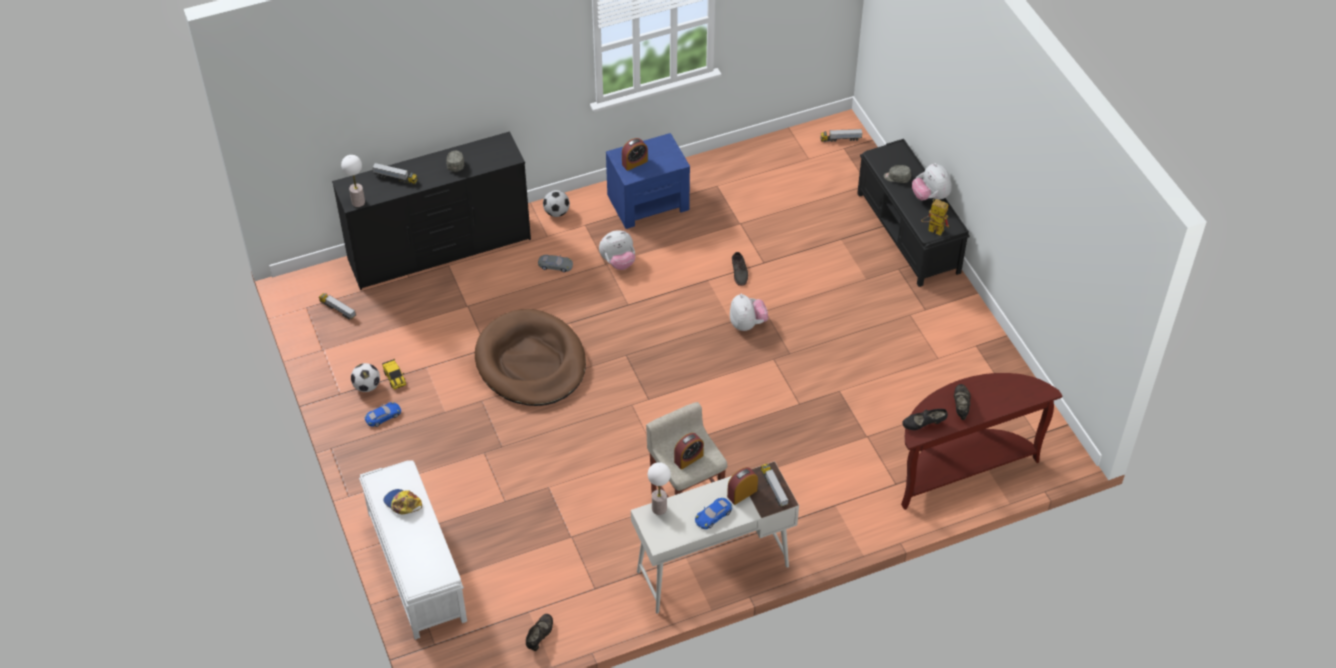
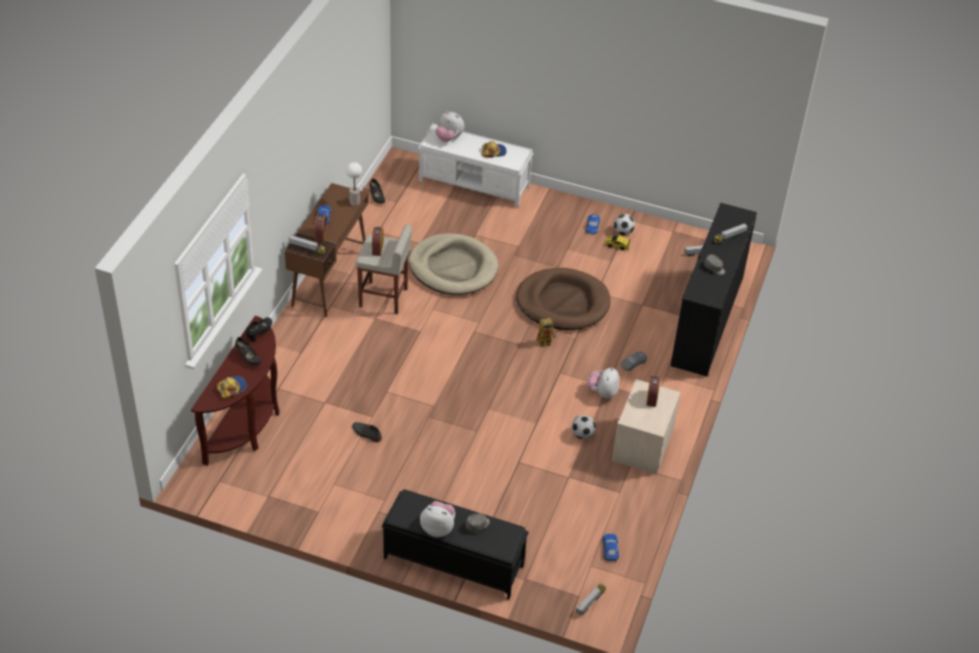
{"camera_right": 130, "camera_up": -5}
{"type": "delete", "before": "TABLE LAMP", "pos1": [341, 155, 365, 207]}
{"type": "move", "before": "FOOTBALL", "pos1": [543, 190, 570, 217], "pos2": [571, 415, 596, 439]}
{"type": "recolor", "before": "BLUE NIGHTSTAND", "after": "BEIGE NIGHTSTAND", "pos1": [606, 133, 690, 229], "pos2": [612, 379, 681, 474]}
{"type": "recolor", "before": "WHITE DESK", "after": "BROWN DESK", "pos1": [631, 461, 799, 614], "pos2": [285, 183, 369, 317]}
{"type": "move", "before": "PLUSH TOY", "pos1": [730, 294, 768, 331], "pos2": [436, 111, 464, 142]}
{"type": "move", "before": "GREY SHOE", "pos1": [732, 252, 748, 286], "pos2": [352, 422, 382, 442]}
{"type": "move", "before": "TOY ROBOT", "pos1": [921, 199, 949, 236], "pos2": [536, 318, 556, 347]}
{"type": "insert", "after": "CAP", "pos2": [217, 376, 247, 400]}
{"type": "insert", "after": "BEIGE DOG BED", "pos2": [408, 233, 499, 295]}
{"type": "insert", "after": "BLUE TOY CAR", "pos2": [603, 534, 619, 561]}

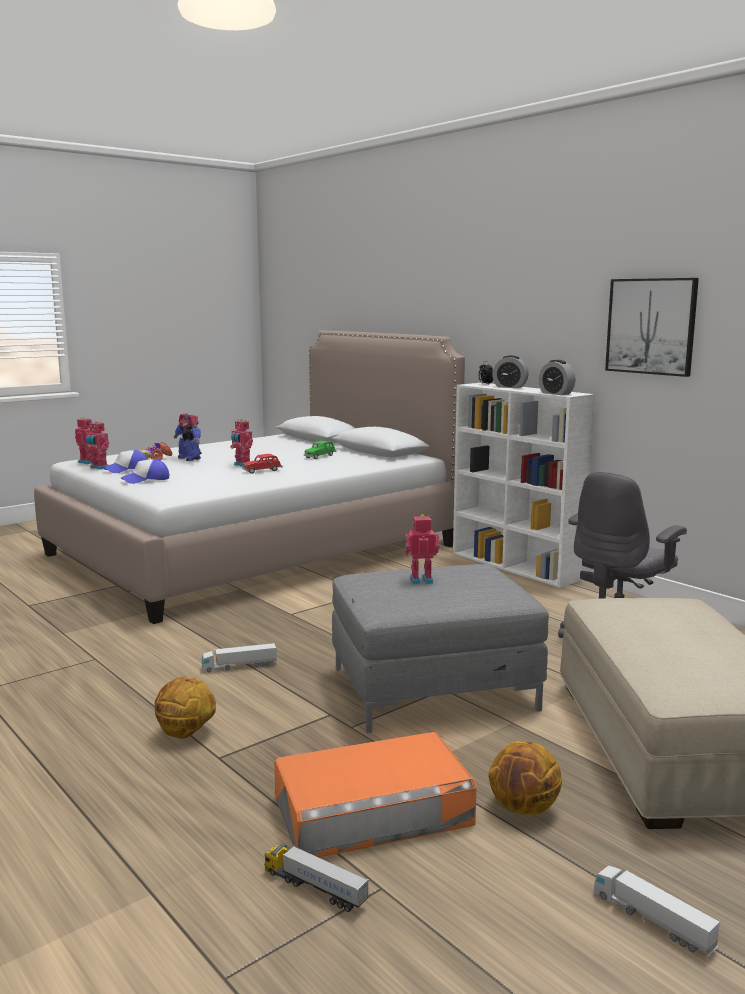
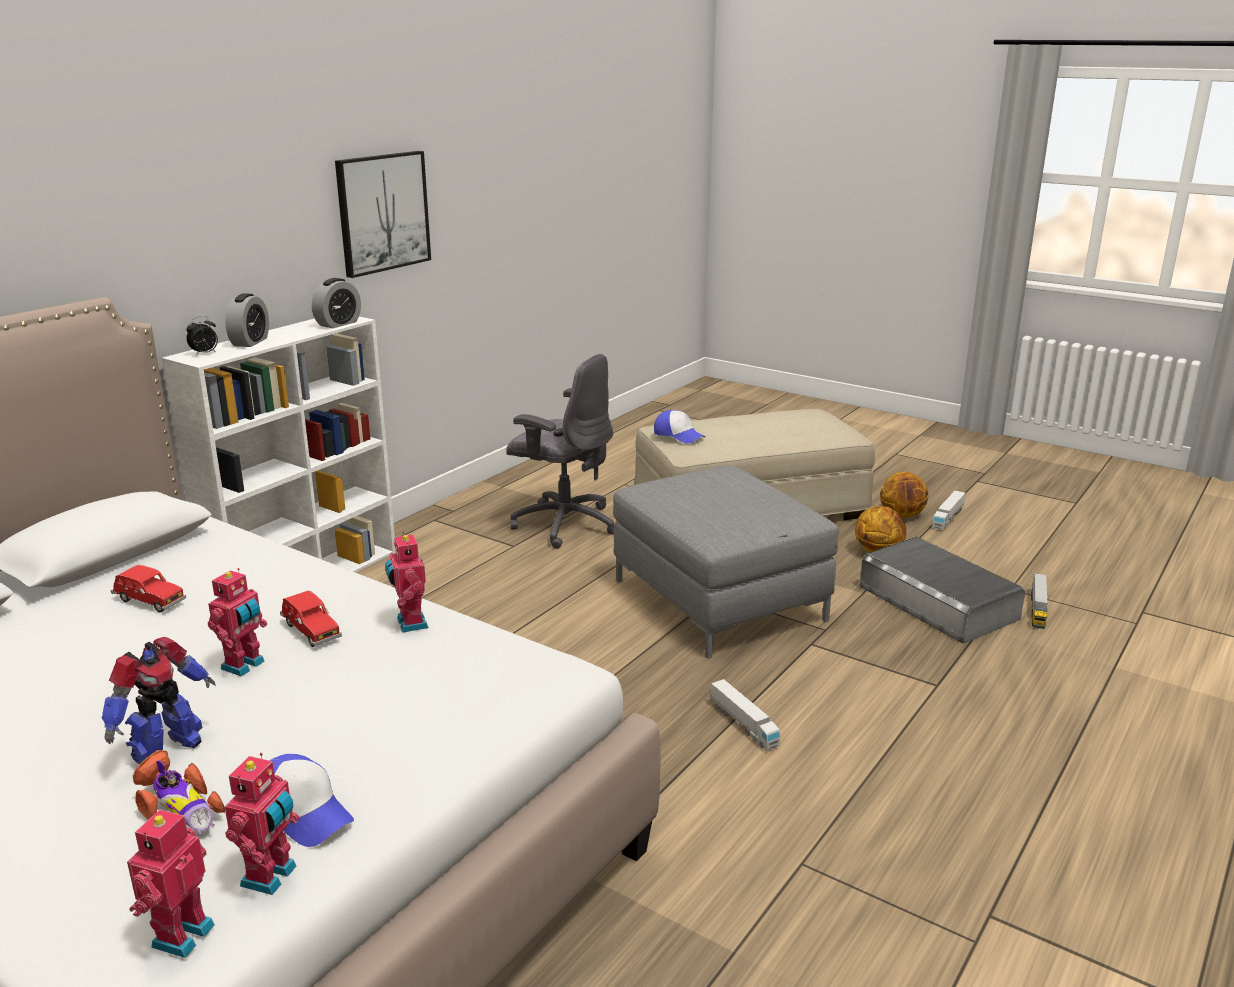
{"camera_right": -105, "camera_up": 10}
{"type": "move", "before": "CAP", "pos1": [121, 459, 169, 484], "pos2": [654, 410, 705, 444]}
{"type": "move", "before": "BASKETBALL", "pos1": [154, 677, 216, 739], "pos2": [880, 472, 928, 518]}
{"type": "recolor", "before": "ORANGE STORAGE BOX", "after": "GREY STORAGE BOX", "pos1": [274, 732, 477, 858], "pos2": [860, 537, 1025, 644]}
{"type": "recolor", "before": "GREEN TOY CAR", "after": "RED TOY CAR", "pos1": [304, 441, 336, 459], "pos2": [111, 565, 186, 613]}
{"type": "move", "before": "TOY ROBOT", "pos1": [405, 515, 440, 584], "pos2": [385, 532, 429, 633]}

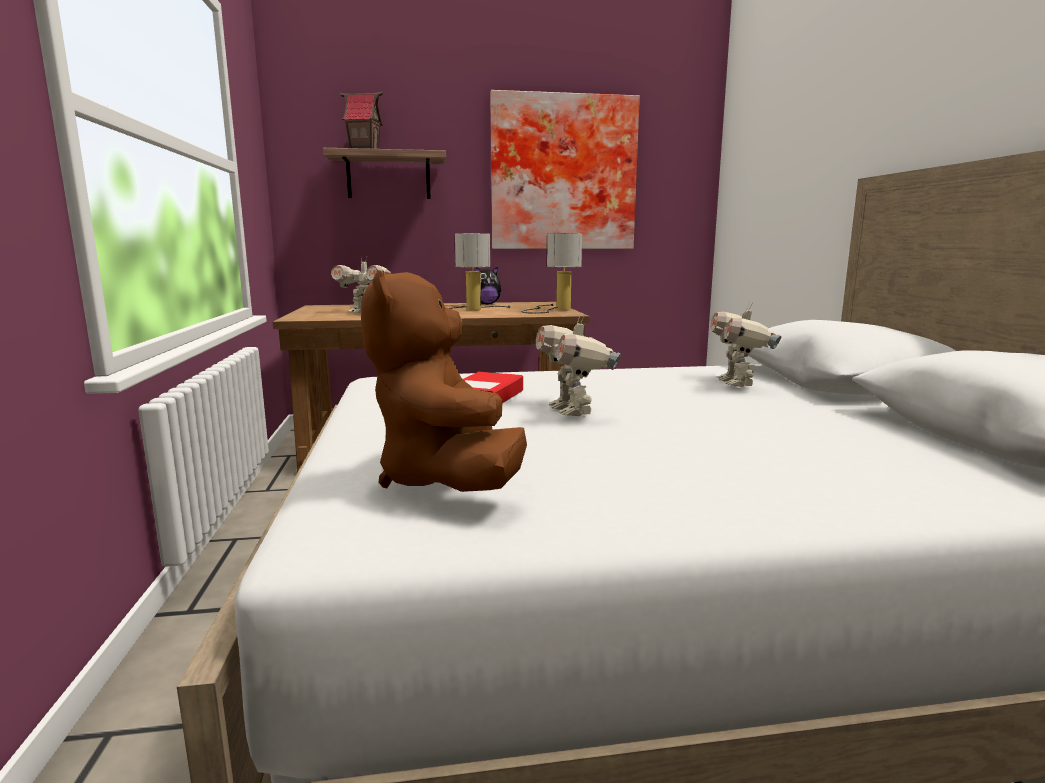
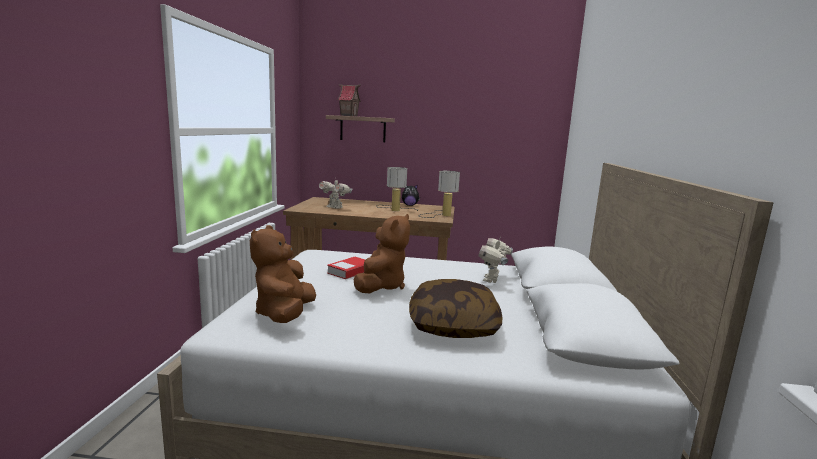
{"camera_right": 15, "camera_up": 0}
{"type": "delete", "before": "PICTURE", "pos1": [490, 90, 640, 249]}
{"type": "replace", "before": "TOY ROBOT", "after": "BROWN PLUSH TOY", "pos1": [536, 313, 621, 416], "pos2": [354, 214, 410, 293]}
{"type": "insert", "after": "PILLOW", "pos2": [409, 279, 502, 338]}

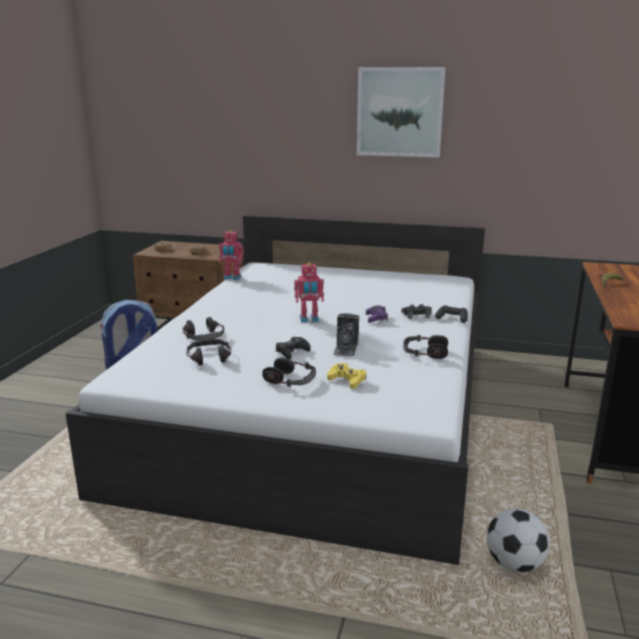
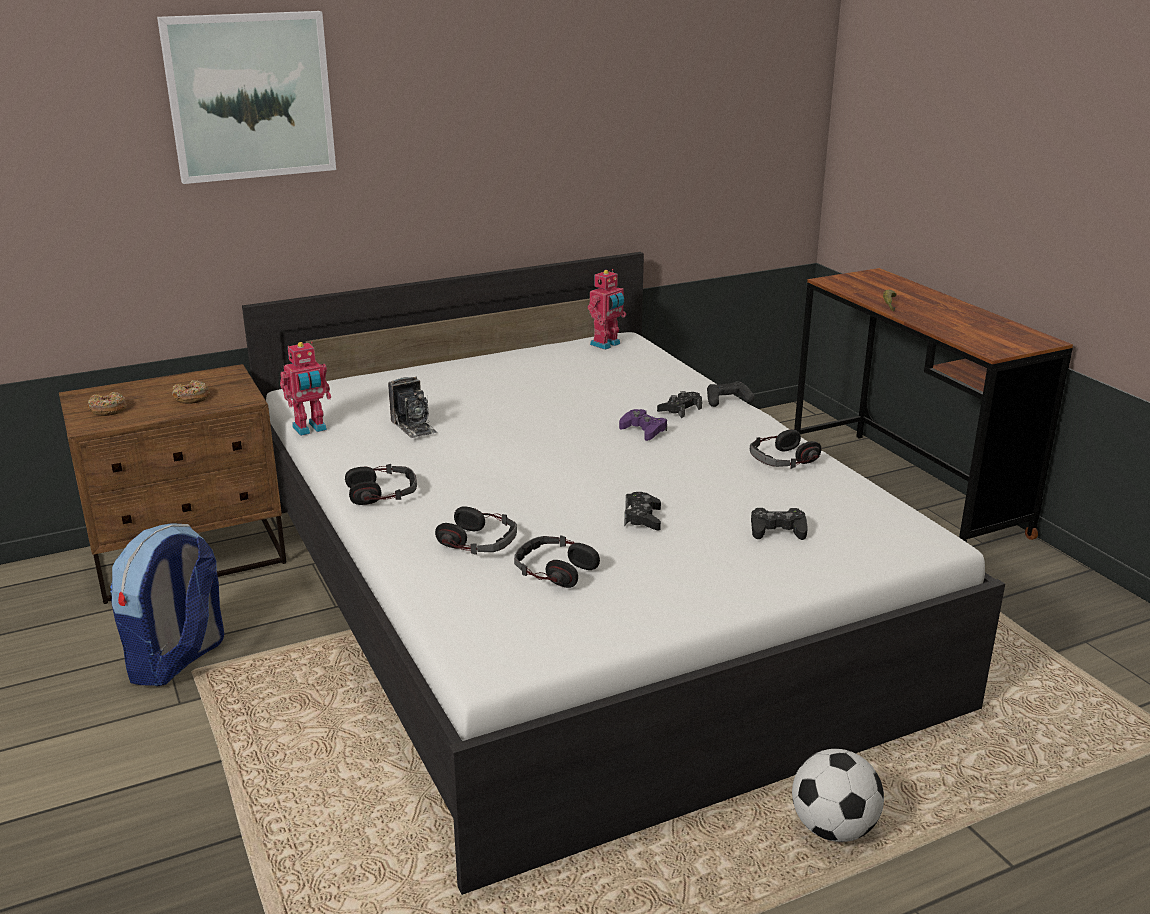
{"camera_right": -40, "camera_up": 5}
{"type": "move", "before": "HEADPHONES", "pos1": [262, 357, 316, 387], "pos2": [345, 464, 417, 505]}
{"type": "move", "before": "TOY ROBOT", "pos1": [294, 262, 324, 322], "pos2": [588, 269, 626, 350]}
{"type": "recolor", "before": "YELLOW GAME CONTROLLER", "after": "BLACK GAME CONTROLLER", "pos1": [327, 363, 366, 389], "pos2": [751, 508, 808, 540]}
{"type": "move", "before": "PHOTO CAMERA", "pos1": [333, 313, 360, 357], "pos2": [388, 377, 437, 439]}
{"type": "move", "before": "PICTURE", "pos1": [357, 67, 446, 157], "pos2": [157, 11, 336, 184]}
{"type": "move", "before": "FOOTBALL", "pos1": [487, 508, 550, 572], "pos2": [792, 749, 884, 842]}

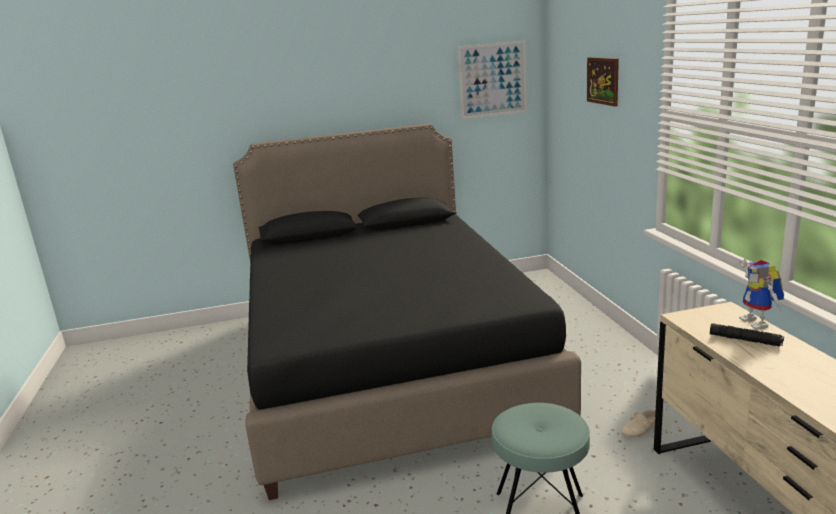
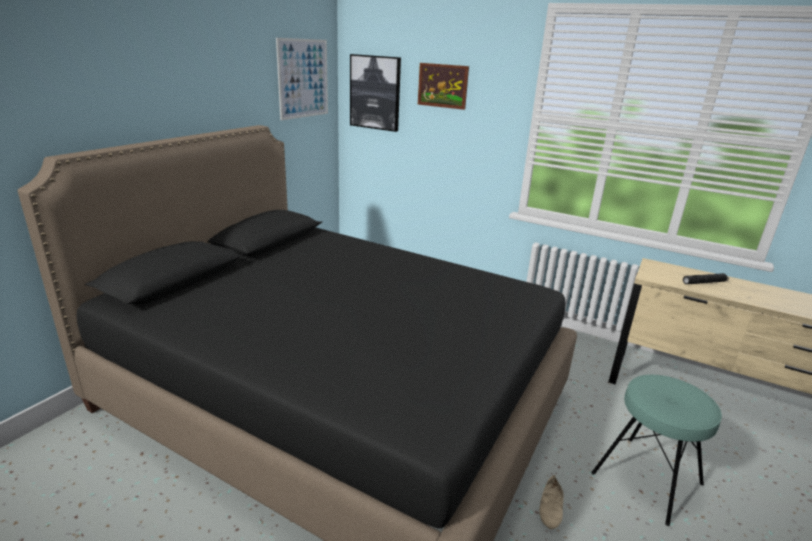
{"camera_right": -50, "camera_up": 5}
{"type": "move", "before": "BEIGE SHOE", "pos1": [621, 408, 663, 437], "pos2": [539, 475, 564, 529]}
{"type": "delete", "before": "TOY ROBOT", "pos1": [739, 259, 784, 329]}
{"type": "insert", "after": "PICTURE", "pos2": [350, 54, 401, 132]}

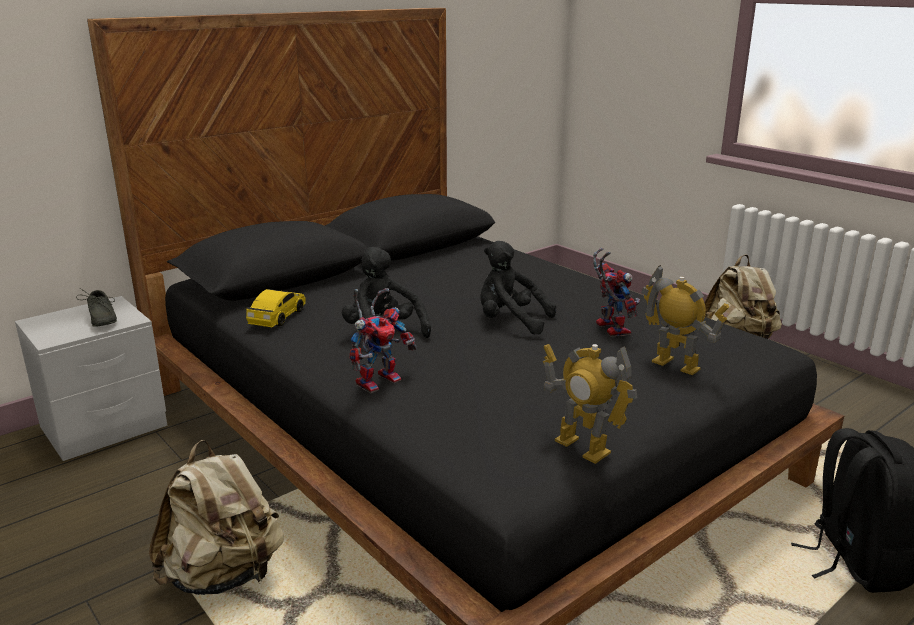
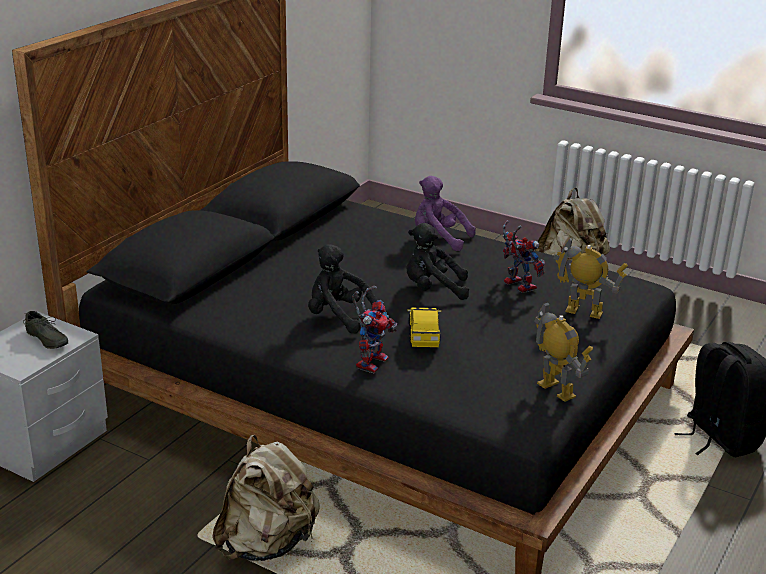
{"camera_right": -20, "camera_up": 5}
{"type": "move", "before": "TOY CAR", "pos1": [245, 289, 306, 327], "pos2": [407, 308, 442, 347]}
{"type": "rotate", "before": "TOY ROBOT", "pos1": [543, 344, 637, 464], "pos2": [534, 302, 593, 402], "turn": -150}
{"type": "insert", "after": "PURPLE PLUSH TOY", "pos2": [415, 176, 476, 251]}

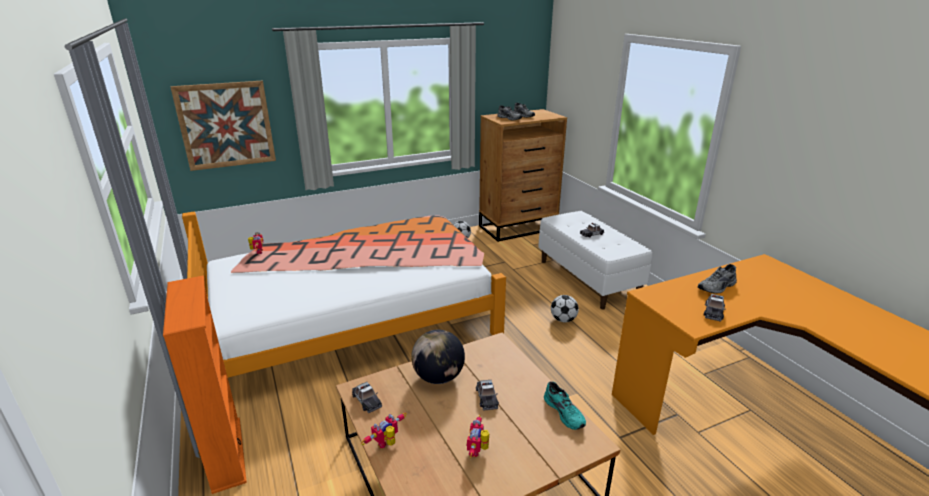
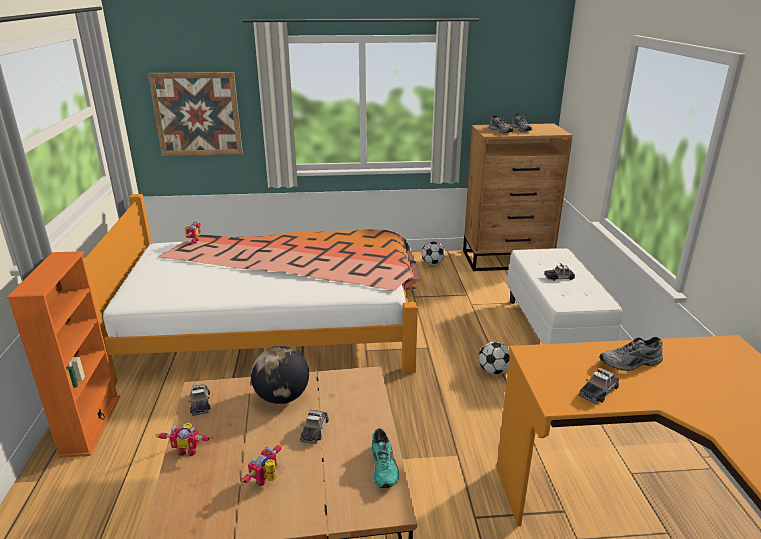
{"camera_right": 20, "camera_up": 0}
{"type": "rotate", "before": "TOY ROBOT", "pos1": [361, 413, 407, 448], "pos2": [156, 423, 213, 456], "turn": -150}

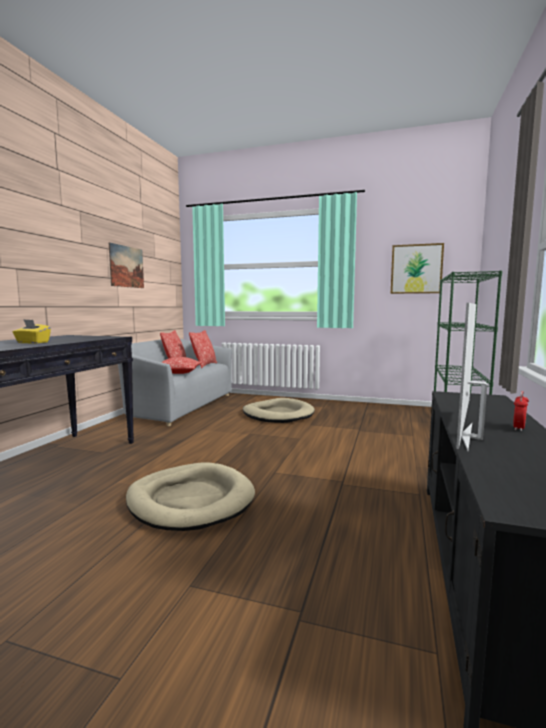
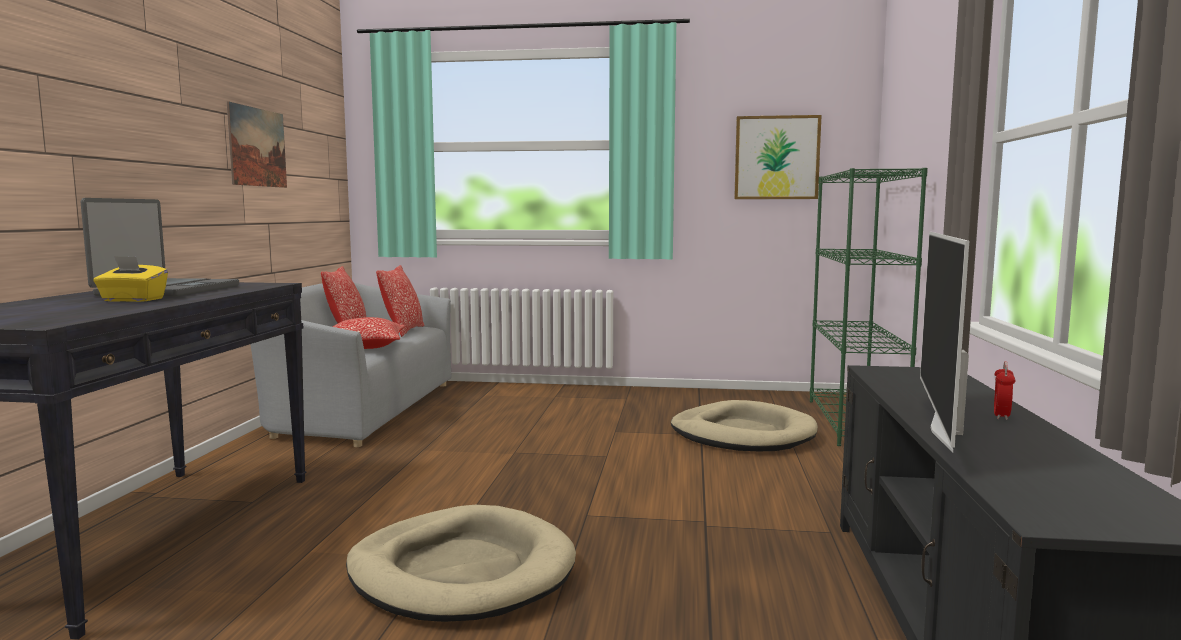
{"camera_right": -10, "camera_up": 0}
{"type": "move", "before": "BEIGE DOG BED", "pos1": [243, 398, 315, 423], "pos2": [671, 400, 818, 451]}
{"type": "insert", "after": "LAPTOP", "pos2": [81, 198, 239, 297]}

